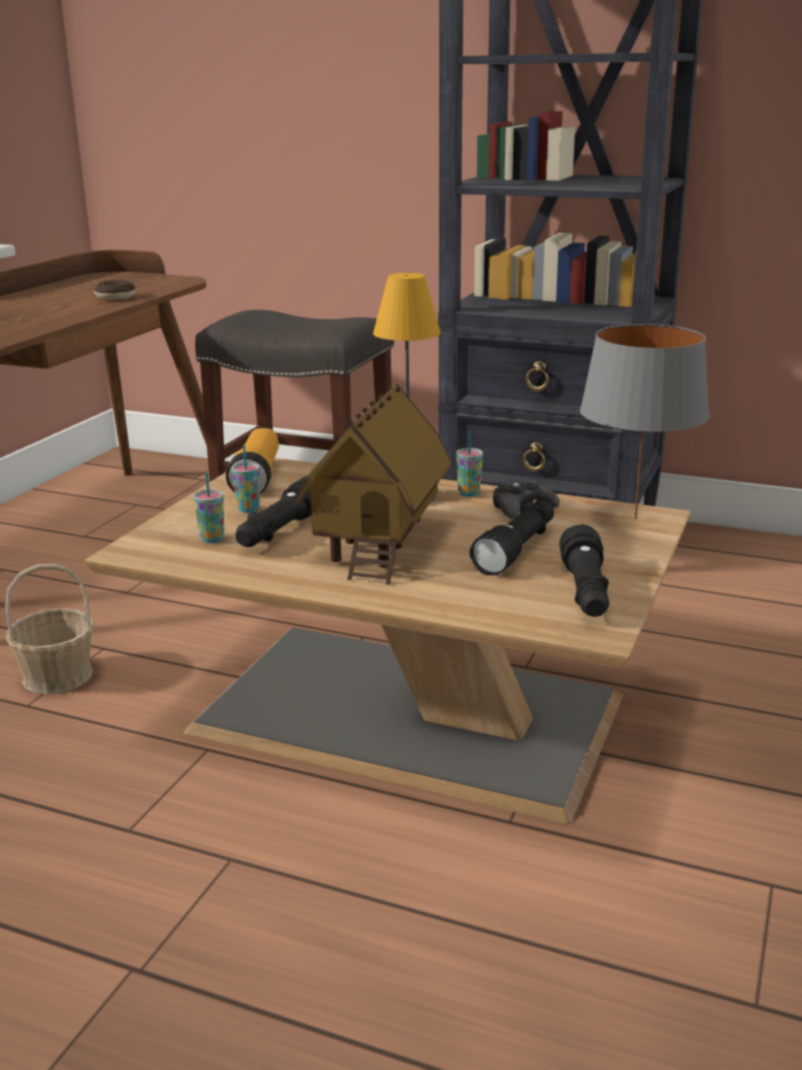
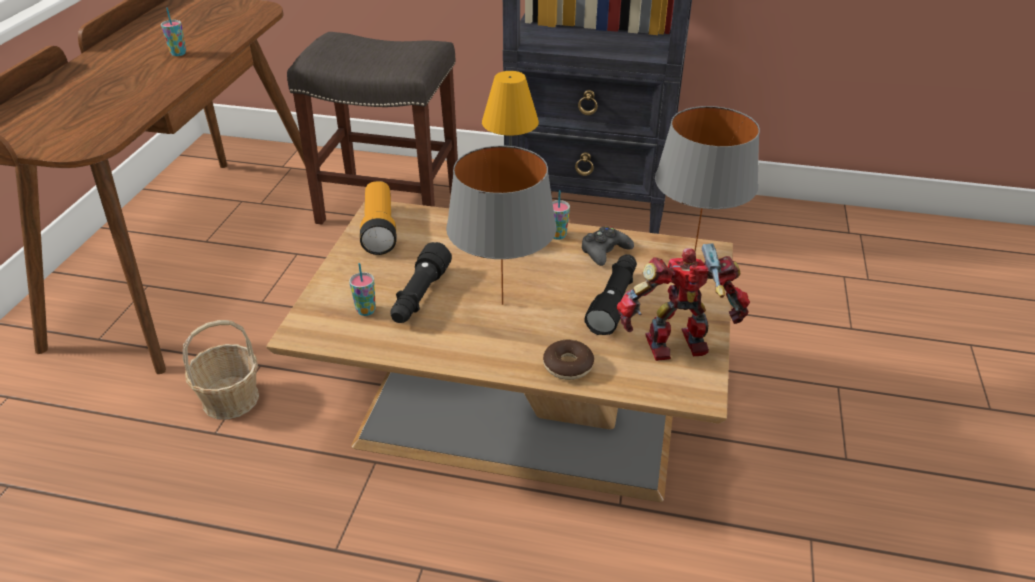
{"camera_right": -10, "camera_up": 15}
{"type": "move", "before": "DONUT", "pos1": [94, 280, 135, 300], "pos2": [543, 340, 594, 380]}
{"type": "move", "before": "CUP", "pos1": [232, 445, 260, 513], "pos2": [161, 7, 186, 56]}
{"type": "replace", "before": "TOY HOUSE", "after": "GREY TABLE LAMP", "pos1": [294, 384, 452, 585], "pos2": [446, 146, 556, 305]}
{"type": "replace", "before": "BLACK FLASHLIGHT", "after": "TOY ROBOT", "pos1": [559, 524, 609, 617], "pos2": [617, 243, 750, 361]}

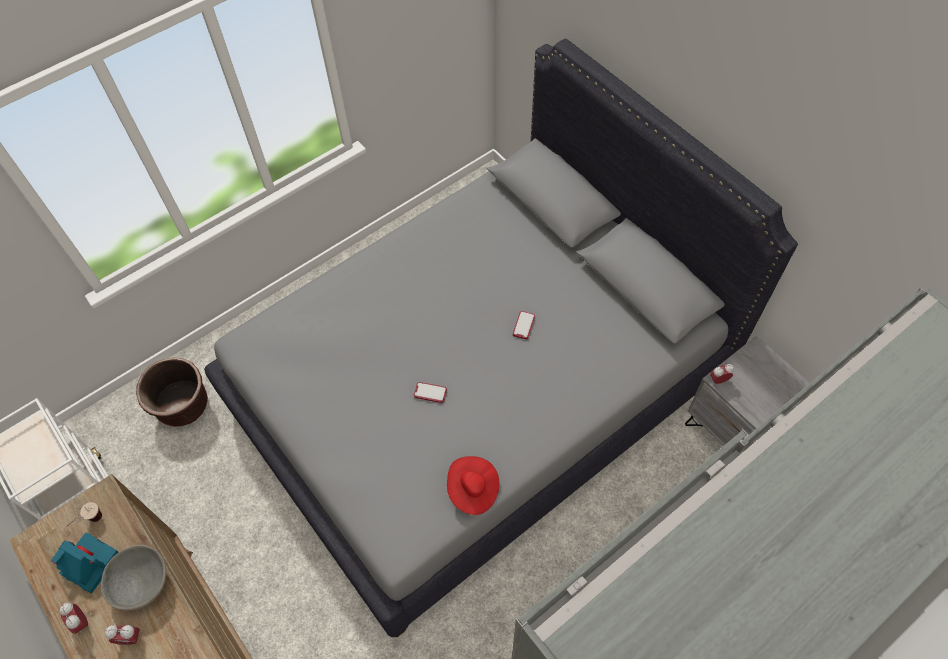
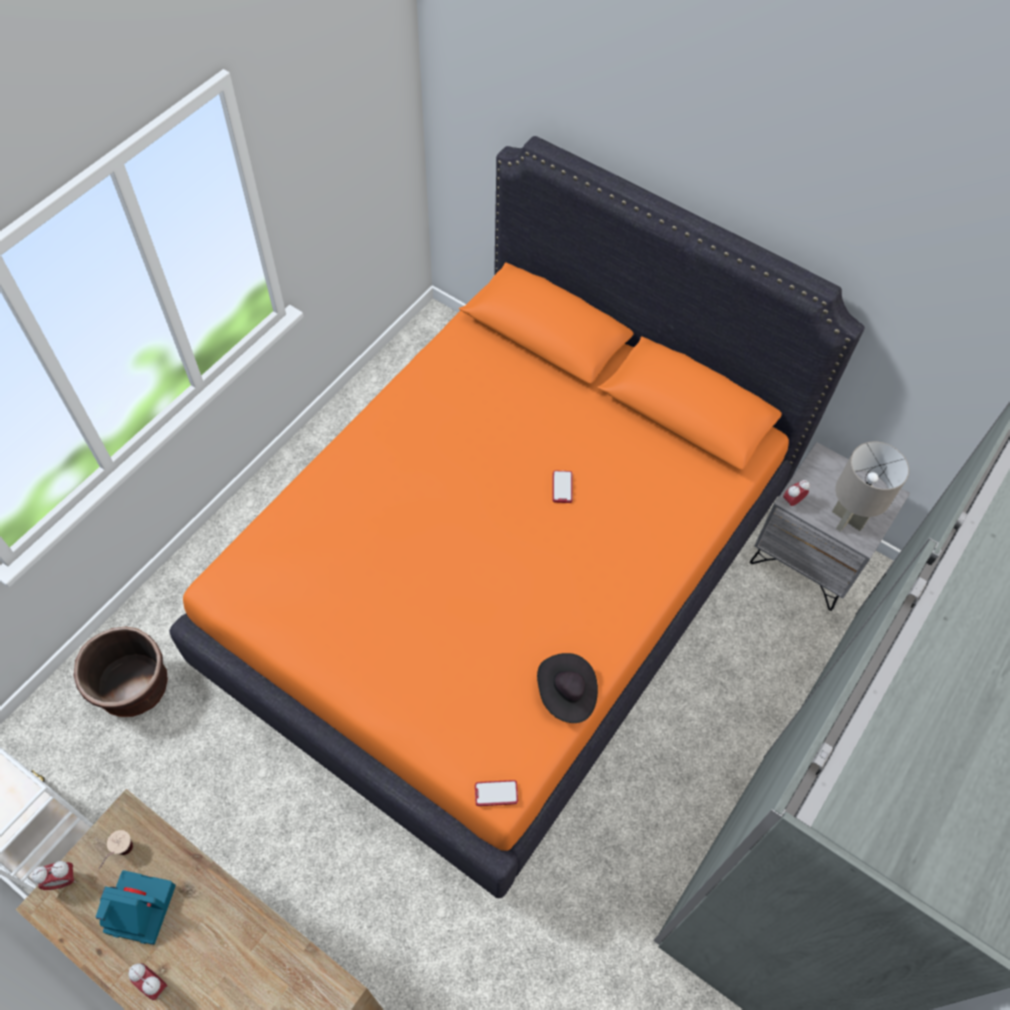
{"camera_right": -20, "camera_up": 0}
{"type": "delete", "before": "GREY BOWL", "pos1": [101, 545, 166, 610]}
{"type": "move", "before": "ALARM CLOCK", "pos1": [105, 625, 140, 645], "pos2": [32, 861, 76, 890]}
{"type": "recolor", "before": "GREY BED", "after": "ORANGE BED", "pos1": [204, 39, 798, 637], "pos2": [170, 136, 864, 898]}
{"type": "move", "before": "PHONE", "pos1": [414, 382, 447, 403], "pos2": [475, 780, 518, 806]}
{"type": "recolor", "before": "RED HAT", "after": "BLACK HAT", "pos1": [447, 456, 499, 515], "pos2": [537, 653, 598, 723]}
{"type": "insert", "after": "GREY TABLE LAMP", "pos2": [832, 441, 909, 532]}

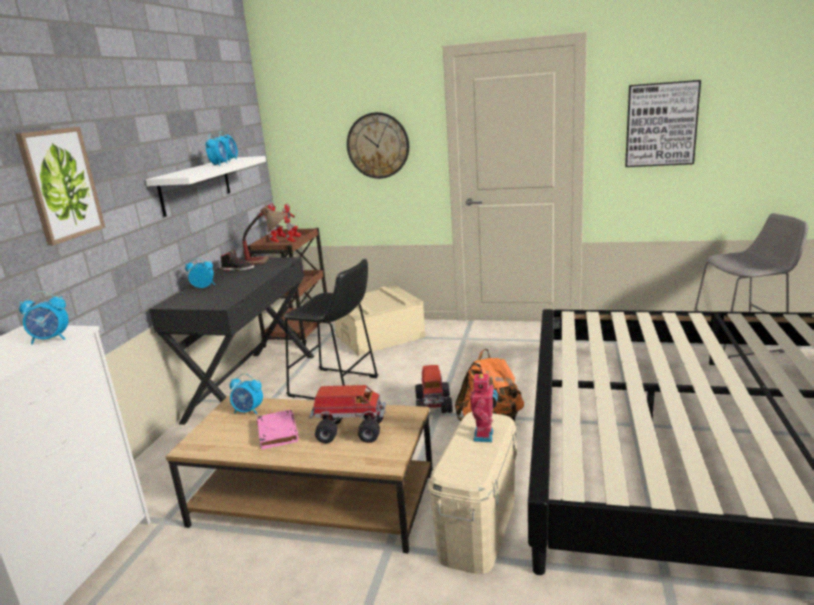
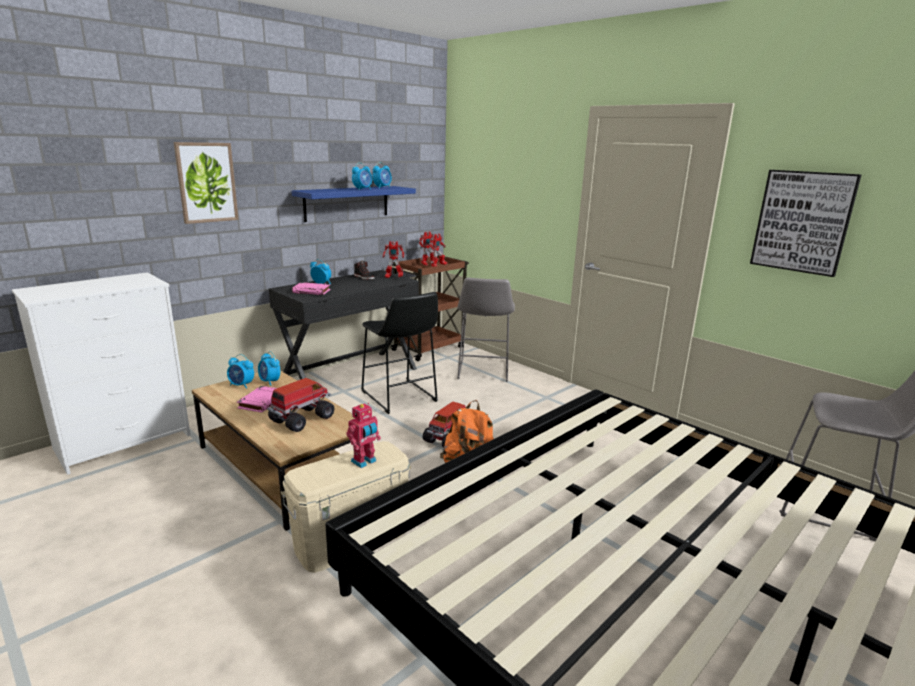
{"camera_right": 30, "camera_up": 0}
{"type": "move", "before": "ALARM CLOCK", "pos1": [19, 291, 69, 345], "pos2": [227, 354, 254, 389]}
{"type": "recolor", "before": "WHITE SHELF", "after": "BLUE SHELF", "pos1": [146, 156, 266, 217], "pos2": [291, 186, 416, 222]}
{"type": "replace", "before": "TABLE LAMP", "after": "TOY ROBOT", "pos1": [242, 205, 288, 265], "pos2": [383, 241, 404, 278]}
{"type": "rotate", "before": "TOY TRUCK", "pos1": [309, 385, 386, 443], "pos2": [267, 378, 334, 432], "turn": -90}
{"type": "replace", "before": "BEIGE STORAGE BOX", "after": "GREY STOOL", "pos1": [335, 286, 426, 356], "pos2": [457, 278, 515, 382]}
{"type": "delete", "before": "WALL CLOCK", "pos1": [347, 112, 409, 179]}
{"type": "insert", "after": "PINK BOOK", "pos2": [292, 282, 331, 295]}

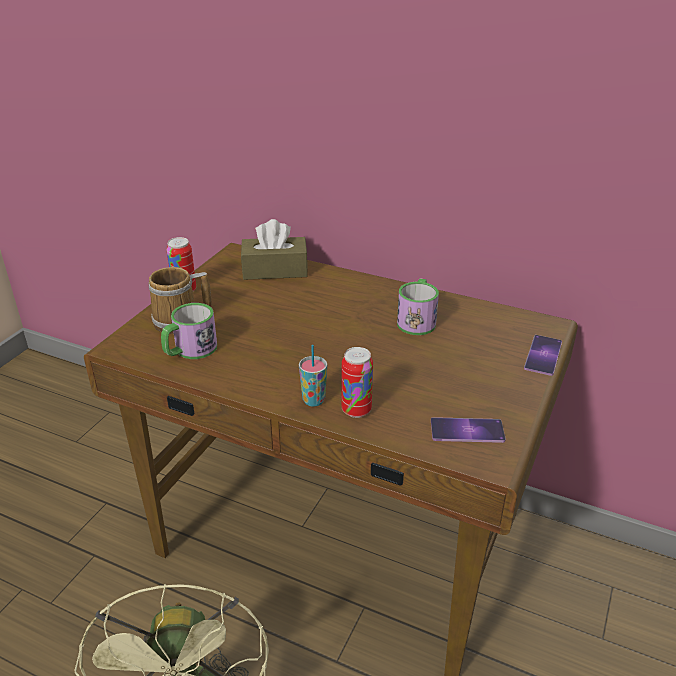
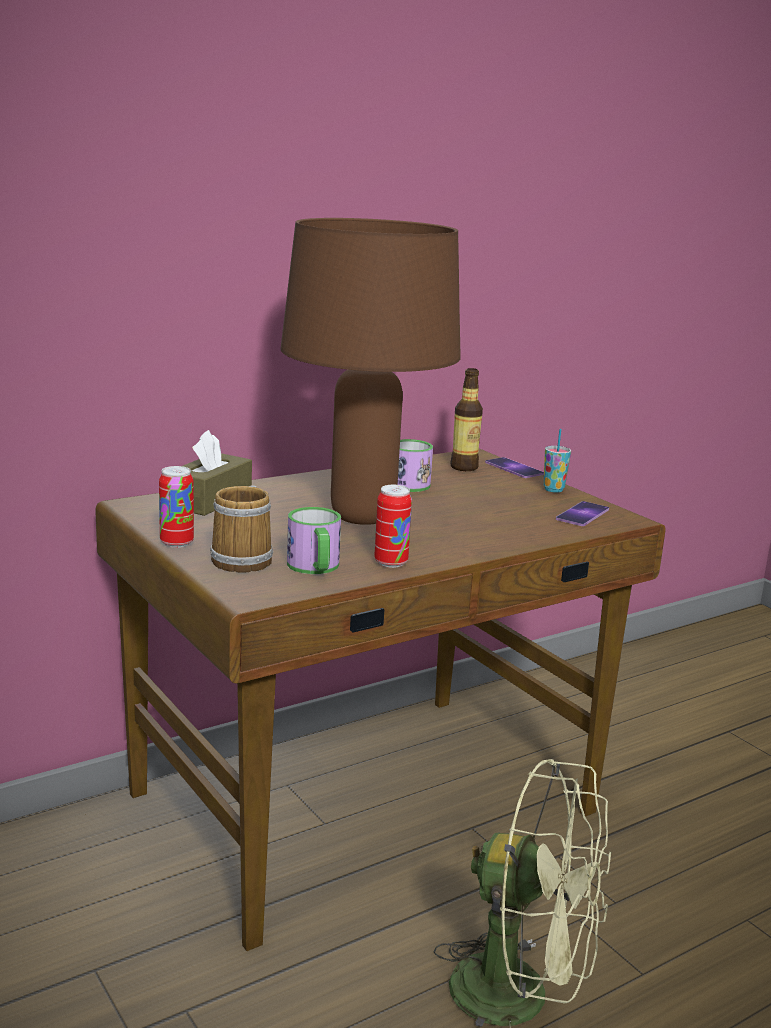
{"camera_right": -60, "camera_up": -15}
{"type": "move", "before": "CUP", "pos1": [299, 345, 327, 407], "pos2": [543, 429, 571, 493]}
{"type": "move", "before": "CAN", "pos1": [341, 347, 373, 418], "pos2": [374, 485, 412, 568]}
{"type": "insert", "after": "BROWN TABLE LAMP", "pos2": [280, 218, 461, 525]}
{"type": "insert", "after": "BOTTLE", "pos2": [450, 368, 483, 471]}

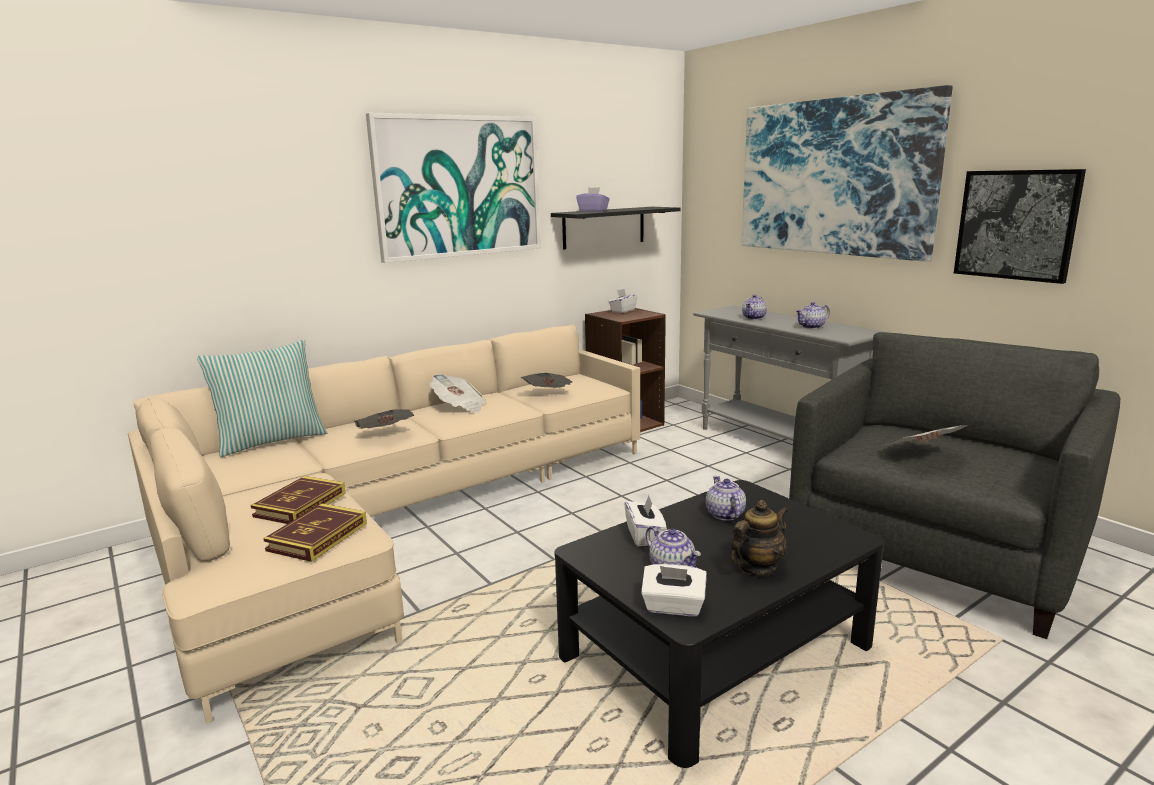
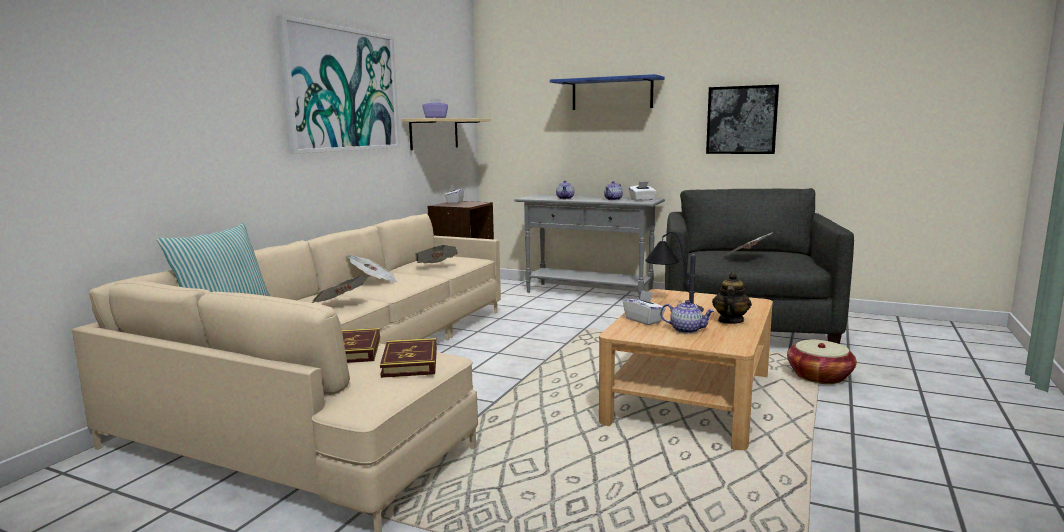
{"camera_right": -30, "camera_up": -5}
{"type": "recolor", "before": "BLACK SHELF", "after": "BEIGE SHELF", "pos1": [551, 207, 681, 249], "pos2": [402, 118, 491, 150]}
{"type": "recolor", "before": "BLACK COFFEE TABLE", "after": "BEIGE COFFEE TABLE", "pos1": [554, 480, 884, 768], "pos2": [599, 289, 773, 450]}
{"type": "move", "before": "WHITE TISSUE BOX", "pos1": [641, 564, 707, 616], "pos2": [629, 182, 656, 201]}
{"type": "replace", "before": "TEAPOT", "after": "TABLE LAMP", "pos1": [706, 476, 746, 521], "pos2": [645, 232, 704, 312]}
{"type": "replace", "before": "PICTURE", "after": "BLUE SHELF", "pos1": [742, 85, 953, 262], "pos2": [550, 74, 665, 110]}
{"type": "insert", "after": "BASKET", "pos2": [787, 340, 857, 384]}

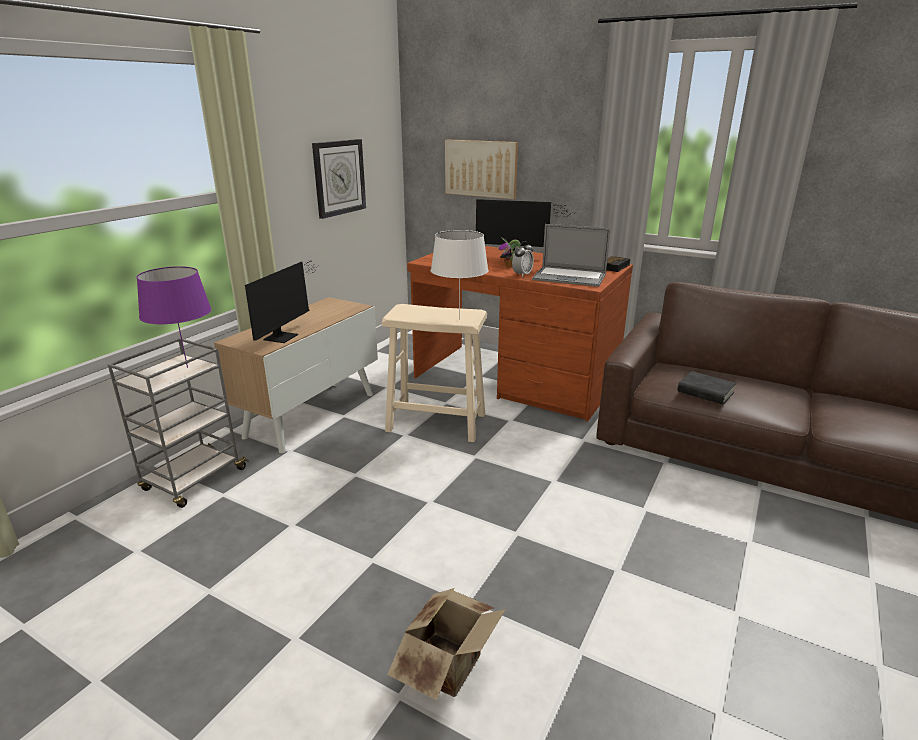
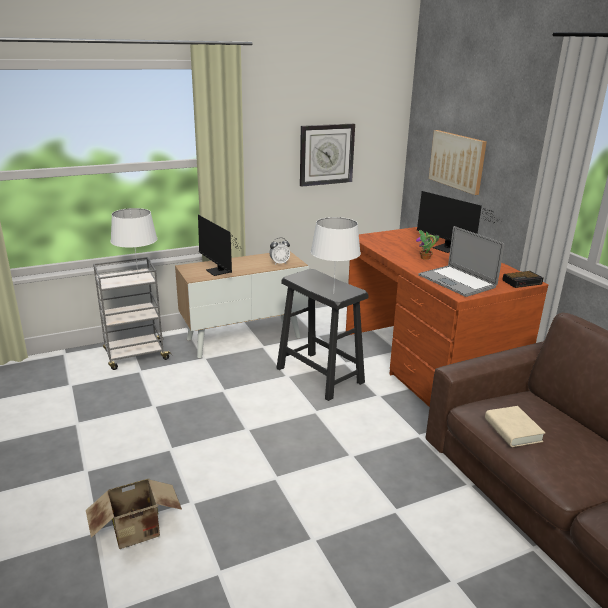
{"camera_right": 35, "camera_up": 0}
{"type": "recolor", "before": "PURPLE TABLE LAMP", "after": "WHITE TABLE LAMP", "pos1": [136, 266, 211, 368], "pos2": [111, 208, 157, 278]}
{"type": "rotate", "before": "MONITOR", "pos1": [245, 260, 317, 343], "pos2": [198, 215, 241, 276], "turn": 90}
{"type": "recolor", "before": "BEIGE STOOL", "after": "BLACK STOOL", "pos1": [382, 304, 487, 442], "pos2": [276, 269, 369, 401]}
{"type": "move", "before": "ALARM CLOCK", "pos1": [512, 241, 534, 277], "pos2": [270, 237, 290, 265]}
{"type": "recolor", "before": "BLACK BOOK", "after": "BEIGE BOOK", "pos1": [677, 371, 736, 404], "pos2": [485, 406, 545, 447]}

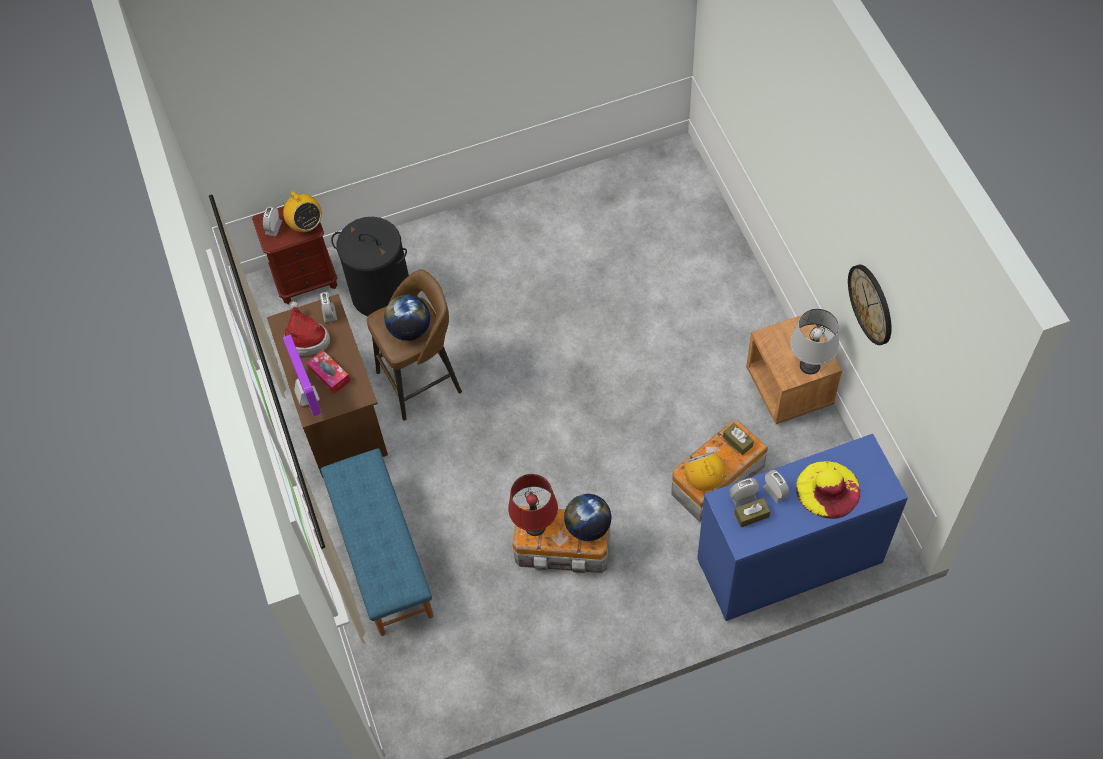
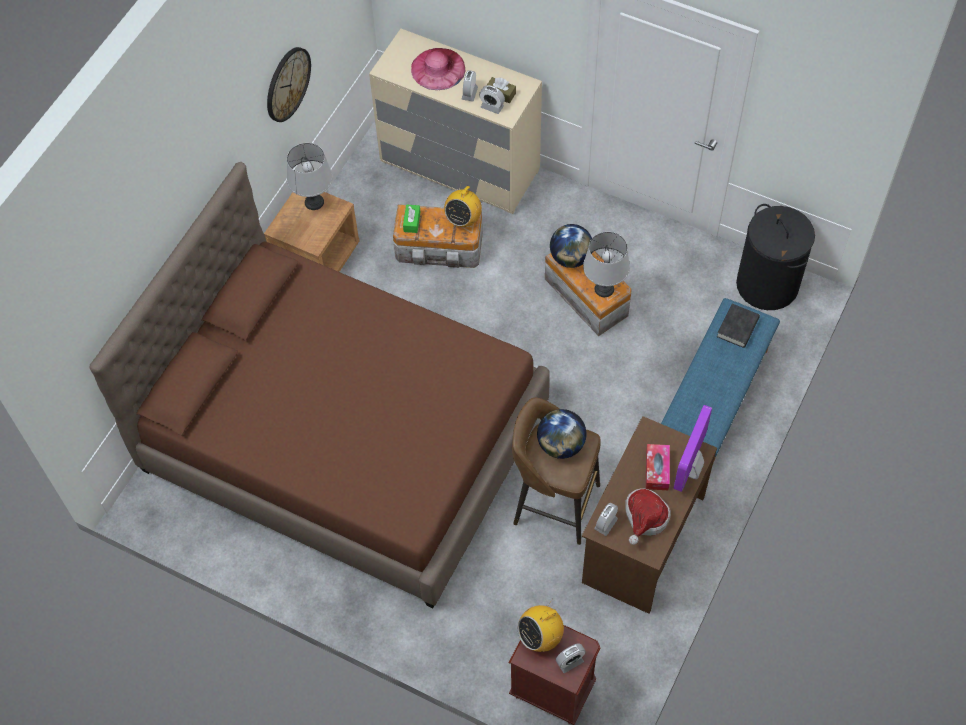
{"camera_right": -135, "camera_up": 0}
{"type": "rotate", "before": "RADIO", "pos1": [280, 191, 322, 232], "pos2": [517, 599, 564, 652], "turn": -135}
{"type": "move", "before": "BLACK LAUNDRY BASKET", "pos1": [331, 217, 409, 316], "pos2": [736, 204, 815, 310]}
{"type": "recolor", "before": "RED TABLE LAMP", "after": "GREY TABLE LAMP", "pos1": [508, 474, 558, 536], "pos2": [583, 232, 630, 297]}
{"type": "recolor", "before": "BLUE DRESSER", "after": "BEIGE DRESSER", "pos1": [697, 434, 908, 621], "pos2": [369, 29, 542, 214]}
{"type": "recolor", "before": "BROWN TISSUE BOX", "after": "GREEN TISSUE BOX", "pos1": [723, 423, 754, 455], "pos2": [403, 204, 420, 233]}
{"type": "recolor", "before": "YELLOW HAT", "after": "PINK HAT", "pos1": [796, 461, 860, 519], "pos2": [411, 48, 466, 90]}
{"type": "insert", "after": "BROWN BED", "pos2": [90, 162, 550, 608]}
{"type": "insert", "after": "BLACK BOOK", "pos2": [717, 304, 760, 348]}

